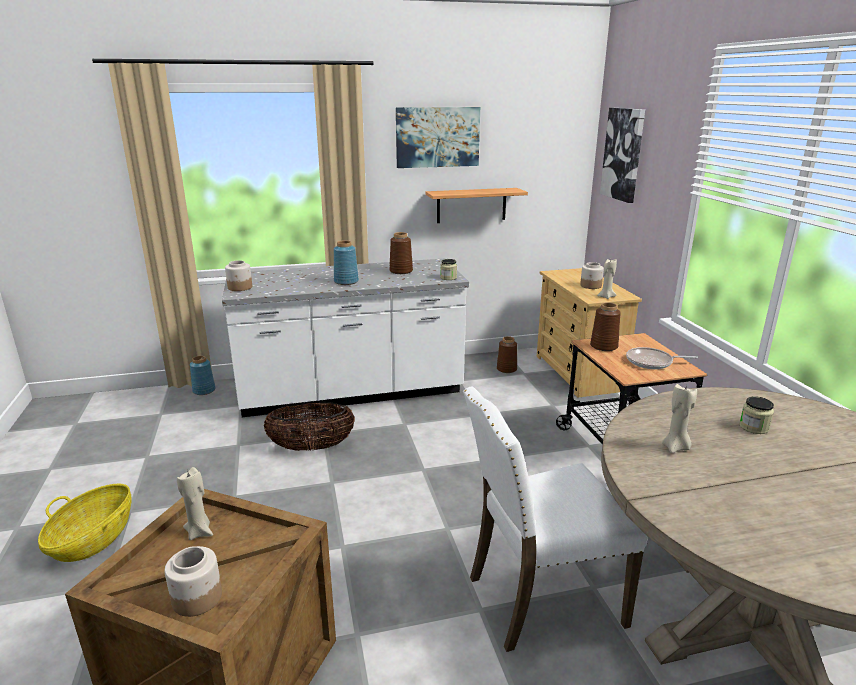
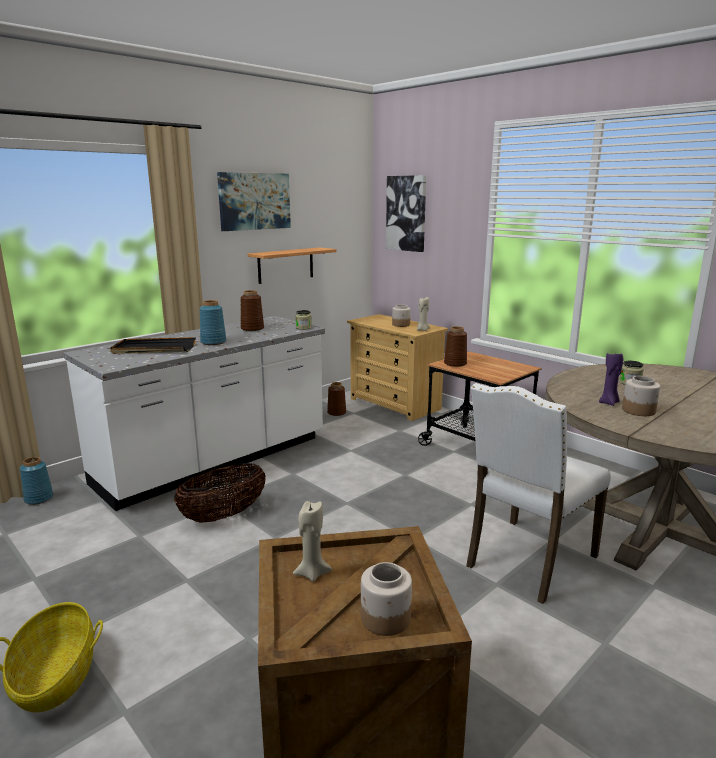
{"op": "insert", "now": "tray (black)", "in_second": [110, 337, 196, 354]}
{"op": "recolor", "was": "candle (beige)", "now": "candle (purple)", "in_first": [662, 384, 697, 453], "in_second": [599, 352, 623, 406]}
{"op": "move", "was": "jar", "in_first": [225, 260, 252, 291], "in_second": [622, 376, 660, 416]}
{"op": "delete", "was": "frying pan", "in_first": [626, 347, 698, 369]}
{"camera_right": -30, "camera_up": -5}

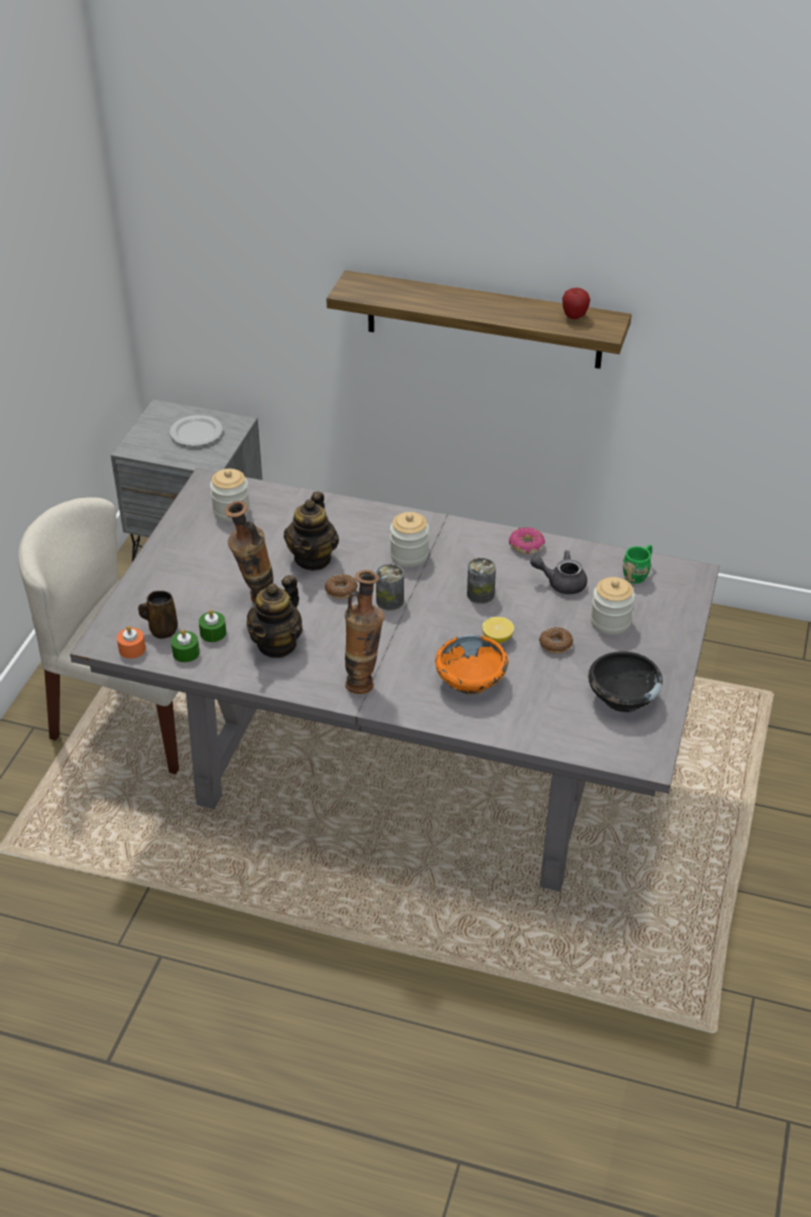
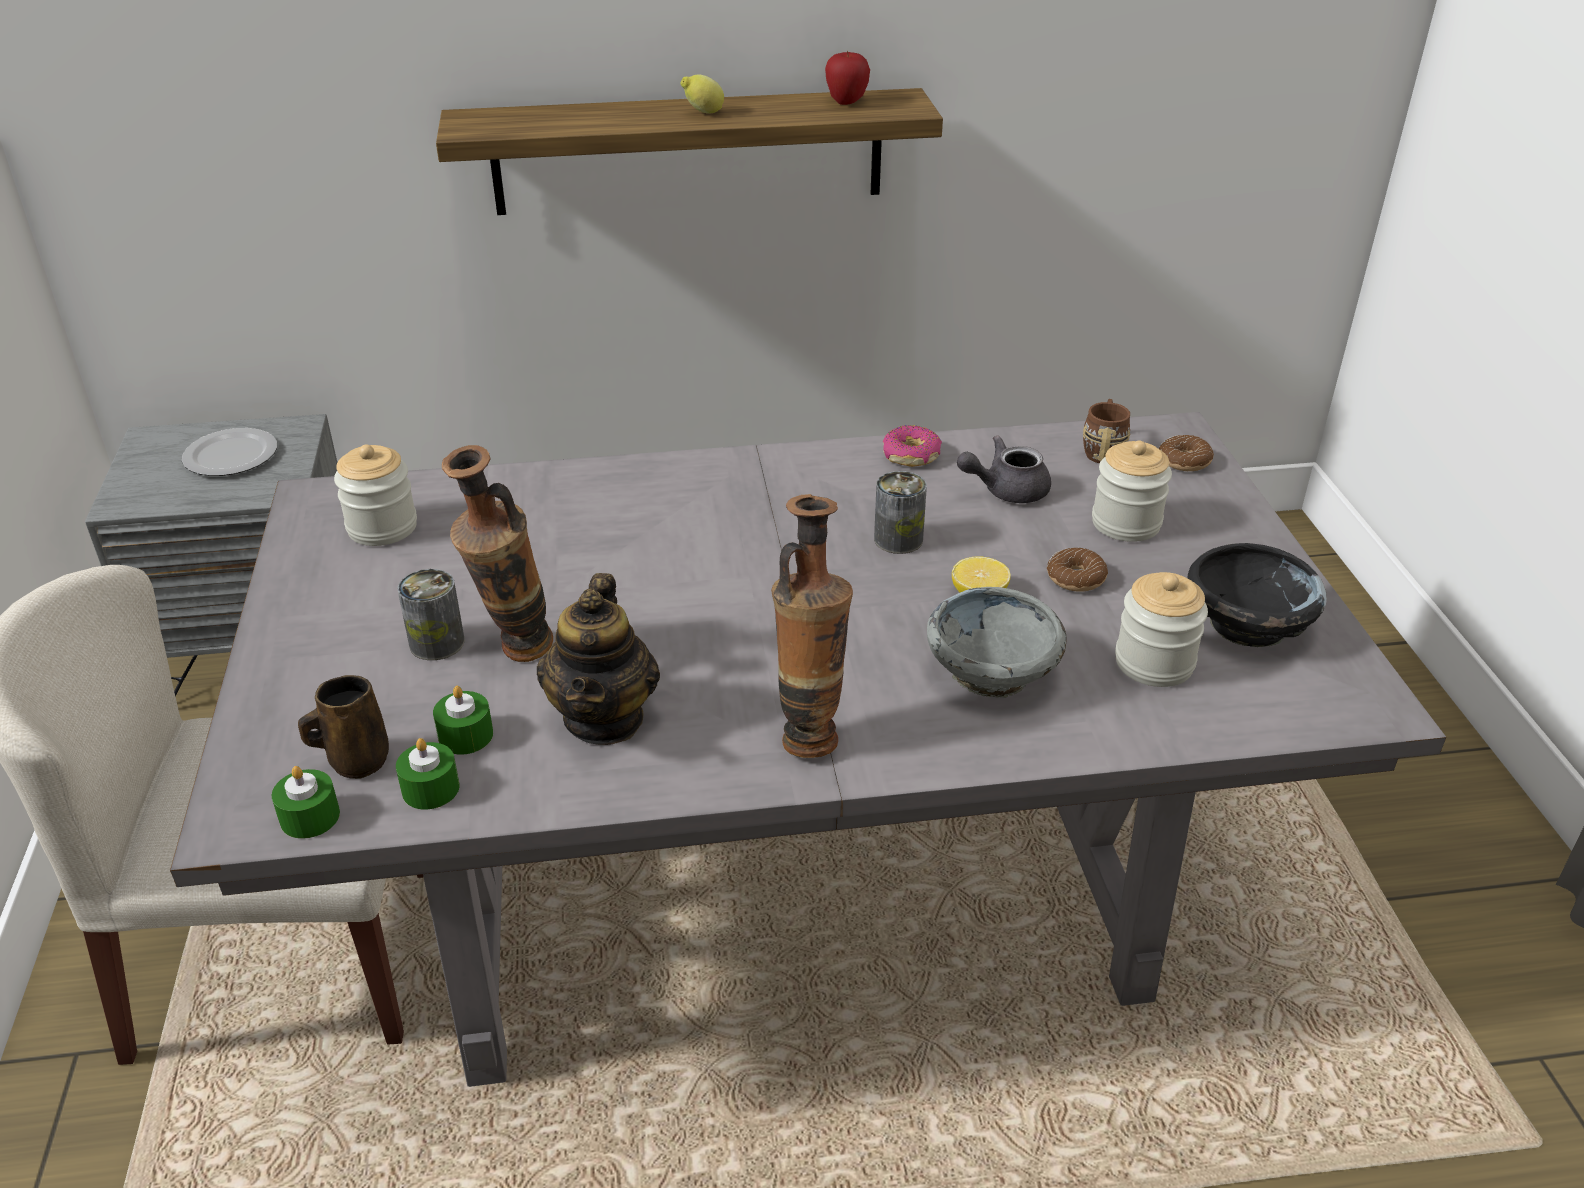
{"op": "recolor", "was": "candle (orange)", "now": "candle (green)", "in_first": [117, 626, 146, 659], "in_second": [272, 766, 340, 839]}
{"op": "move", "was": "can", "in_first": [376, 564, 404, 611], "in_second": [397, 569, 465, 660]}
{"op": "insert", "now": "lemon", "in_second": [681, 74, 724, 114]}
{"op": "recolor", "was": "bowl (orange)", "now": "bowl (grey)", "in_first": [435, 635, 508, 695], "in_second": [927, 587, 1067, 698]}
{"op": "recolor", "was": "mug (green)", "now": "mug (brown)", "in_first": [623, 545, 652, 584], "in_second": [1083, 399, 1130, 463]}
{"op": "move", "was": "jar", "in_first": [390, 512, 429, 567], "in_second": [1115, 572, 1208, 687]}
{"op": "move", "was": "donut", "in_first": [325, 574, 358, 599], "in_second": [1159, 435, 1214, 471]}
{"op": "delete", "was": "teapot", "in_first": [284, 491, 339, 571]}
{"camera_right": -25, "camera_up": -5}

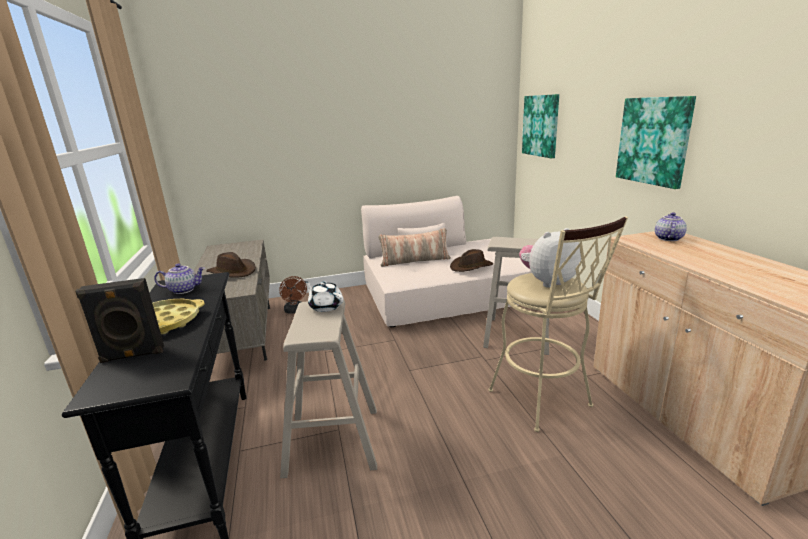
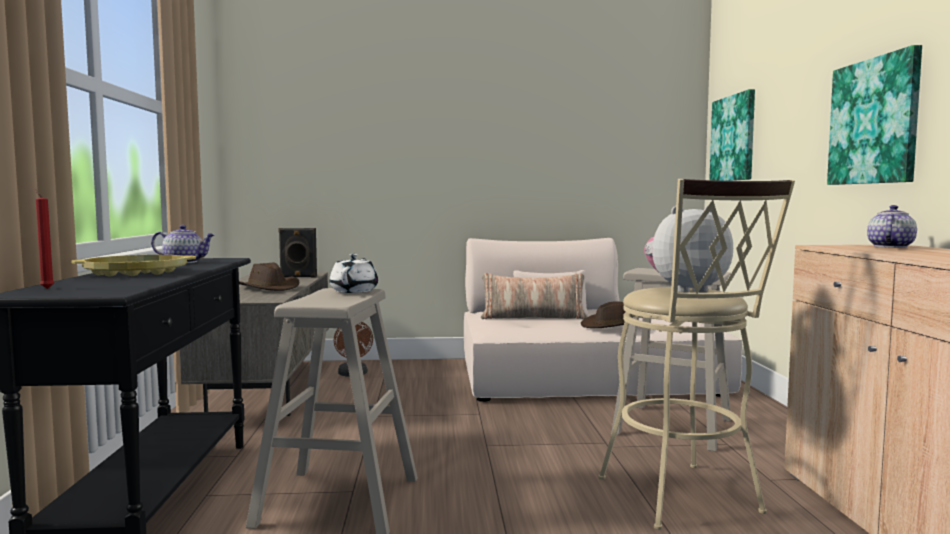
{"op": "insert", "now": "candle (red)", "in_second": [34, 189, 54, 289]}
{"op": "move", "was": "speaker (black)", "in_first": [75, 278, 164, 363], "in_second": [278, 228, 317, 278]}
{"op": "rotate", "was": "teapot (white)", "in_first": [305, 281, 344, 312], "in_second": [329, 254, 378, 293], "clockwise": 45}
{"camera_right": 10, "camera_up": -15}

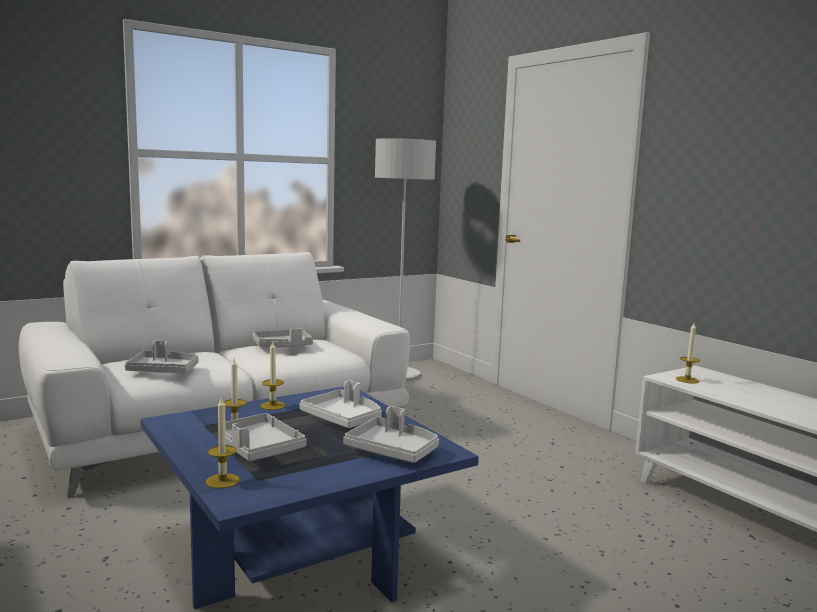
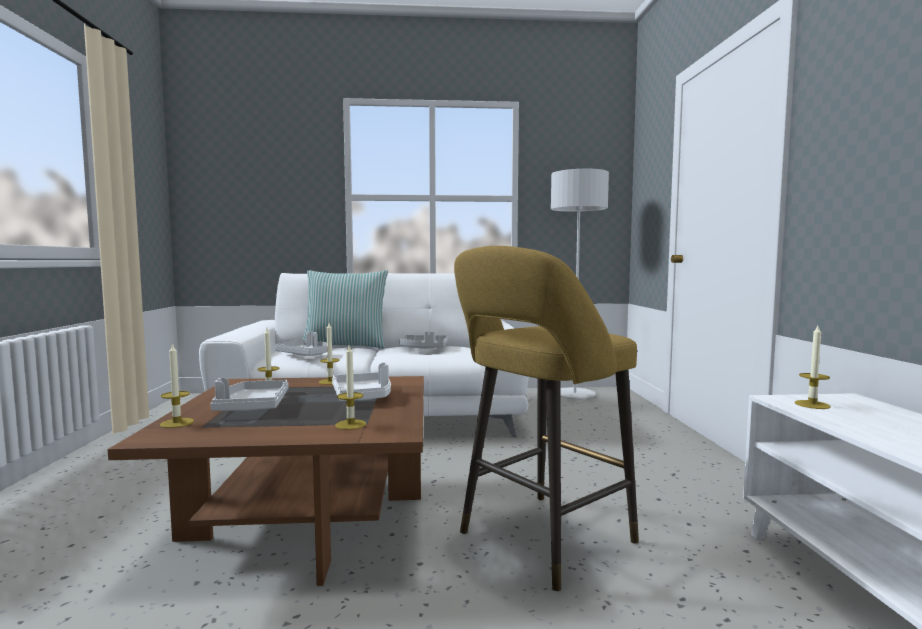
{"op": "recolor", "was": "coffee table (blue)", "now": "coffee table (brown)", "in_first": [140, 386, 479, 609], "in_second": [108, 376, 424, 586]}
{"op": "insert", "now": "pillow", "in_second": [302, 270, 388, 348]}
{"op": "replace", "was": "tray (grey)", "now": "candle", "in_first": [343, 406, 439, 463], "in_second": [335, 345, 366, 430]}
{"op": "insert", "now": "stool (yellow)", "in_second": [454, 246, 639, 591]}
{"camera_right": 30, "camera_up": -5}

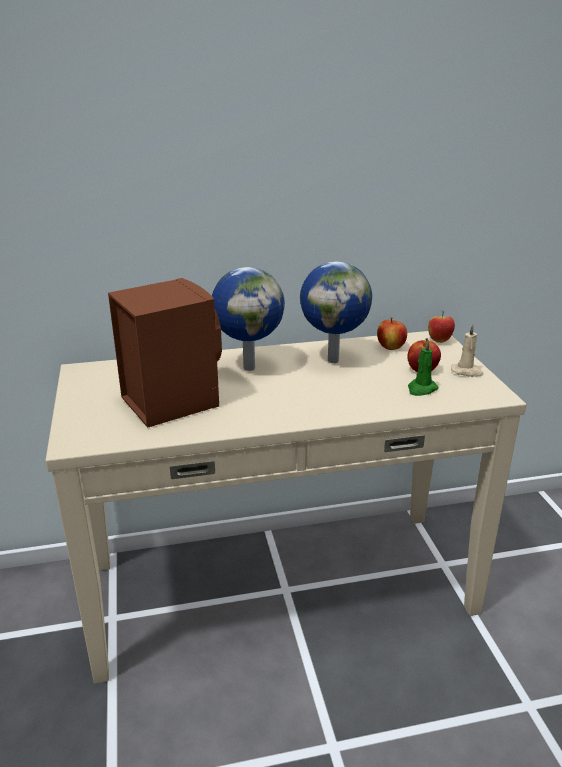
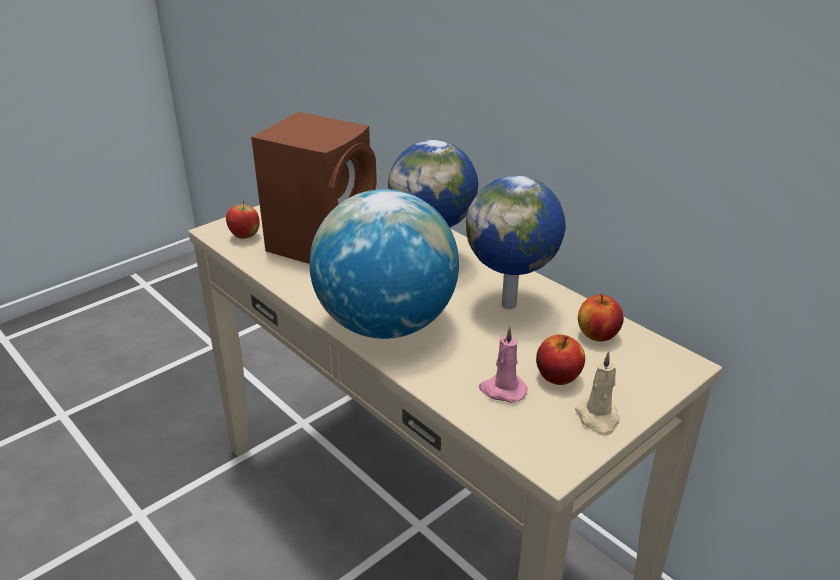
{"op": "move", "was": "apple", "in_first": [428, 311, 455, 343], "in_second": [226, 201, 260, 239]}
{"op": "insert", "now": "globe", "in_second": [309, 189, 459, 339]}
{"op": "recolor", "was": "candle (green)", "now": "candle (pink)", "in_first": [408, 340, 438, 396], "in_second": [479, 326, 528, 403]}
{"camera_right": 60, "camera_up": 5}

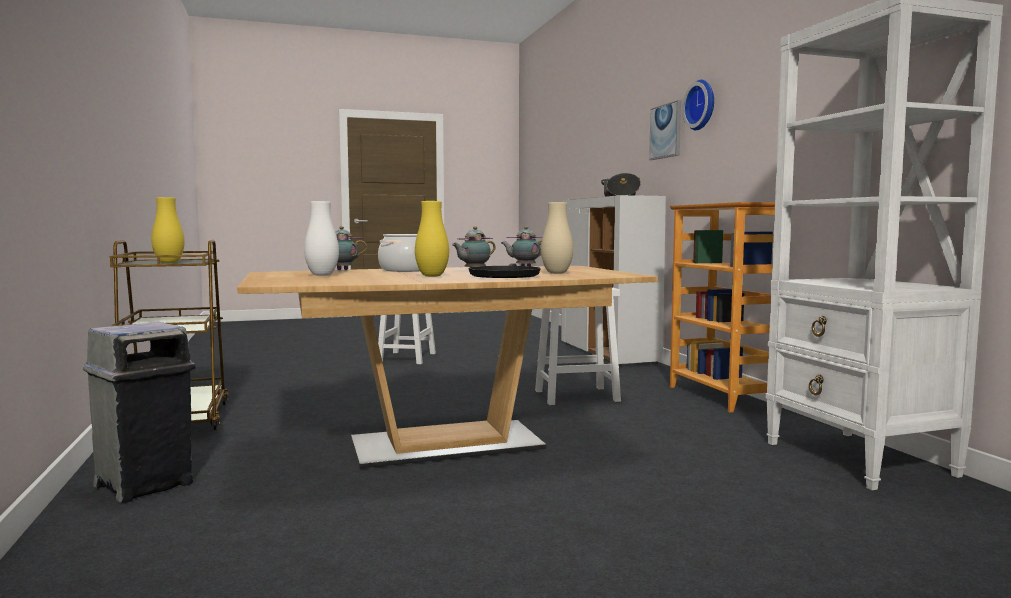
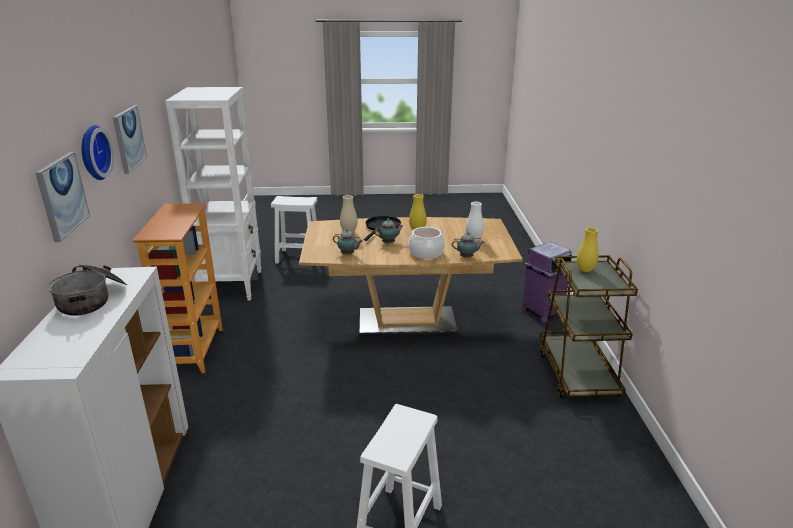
{"op": "insert", "now": "picture", "in_second": [112, 106, 147, 174]}
{"op": "move", "was": "stool (white)", "in_first": [535, 287, 621, 405], "in_second": [271, 196, 317, 263]}
{"op": "recolor", "was": "trash can (grey)", "now": "trash can (purple)", "in_first": [83, 322, 196, 503], "in_second": [522, 242, 572, 322]}
{"camera_right": -165, "camera_up": 20}

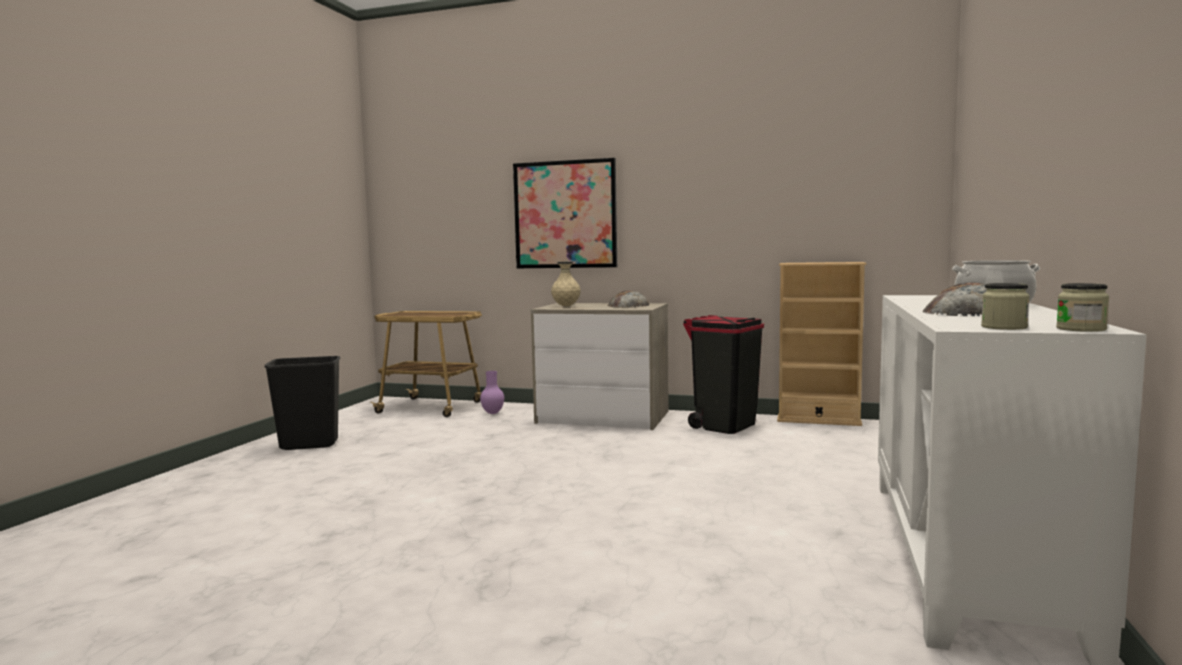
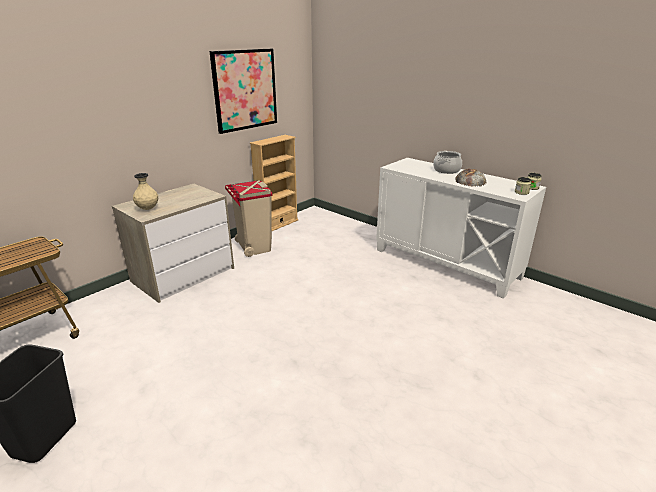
{"op": "move", "was": "picture", "in_first": [513, 158, 617, 268], "in_second": [209, 49, 277, 134]}
{"op": "recolor", "was": "trash can (black)", "now": "trash can (beige)", "in_first": [683, 315, 764, 434], "in_second": [225, 180, 272, 257]}
{"op": "delete", "was": "vase (purple)", "in_first": [480, 371, 504, 414]}
{"op": "delete", "was": "bread", "in_first": [608, 291, 650, 308]}
{"camera_right": -65, "camera_up": 20}

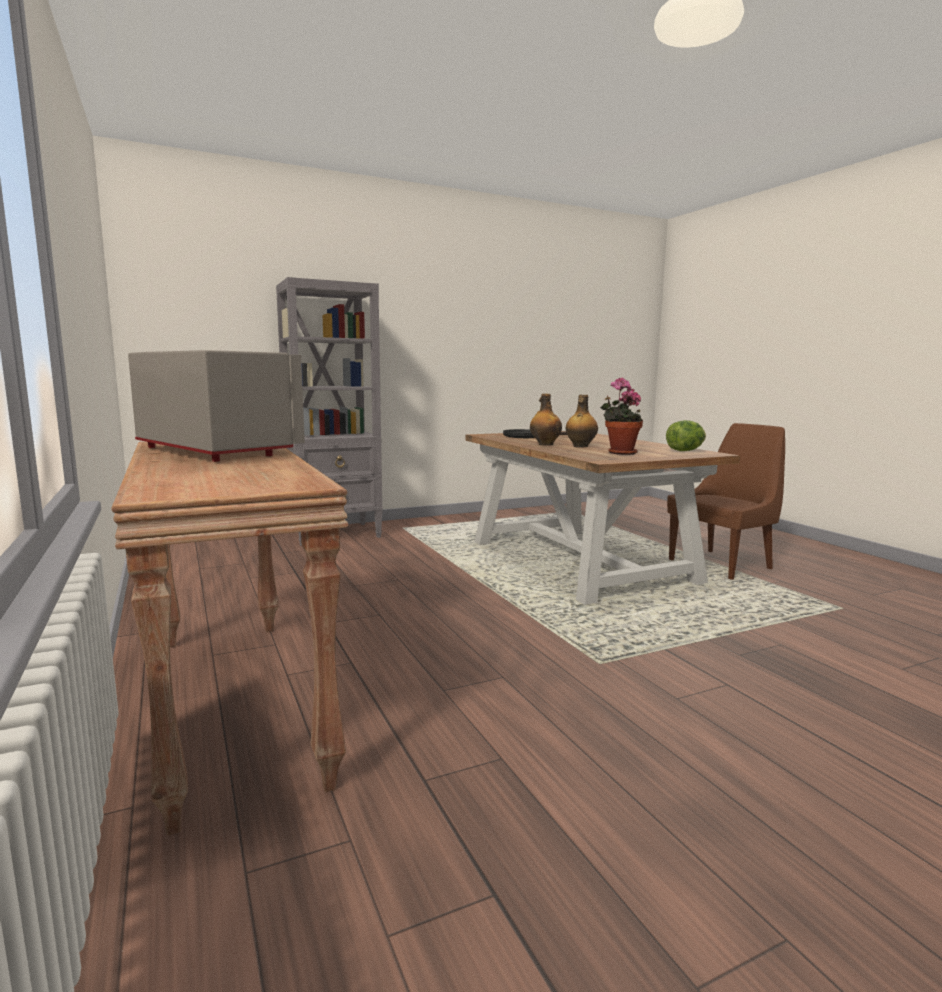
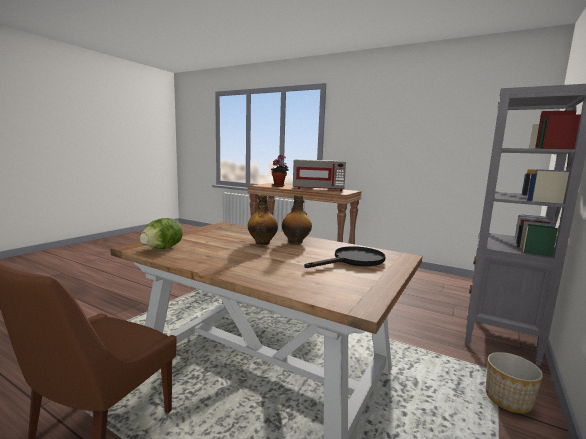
{"op": "move", "was": "potted plant", "in_first": [600, 378, 643, 455], "in_second": [271, 154, 289, 187]}
{"op": "insert", "now": "planter", "in_second": [486, 352, 543, 413]}
{"camera_right": 145, "camera_up": 0}

